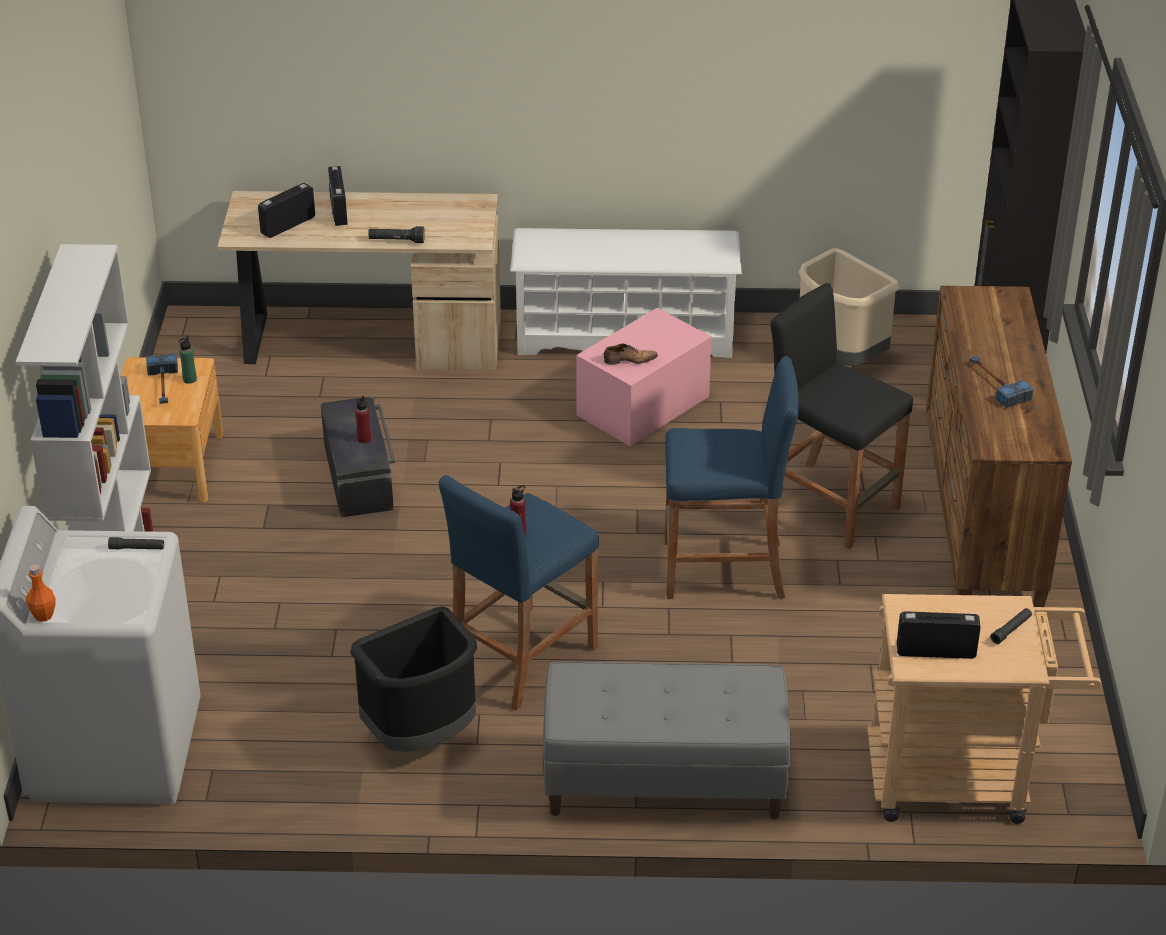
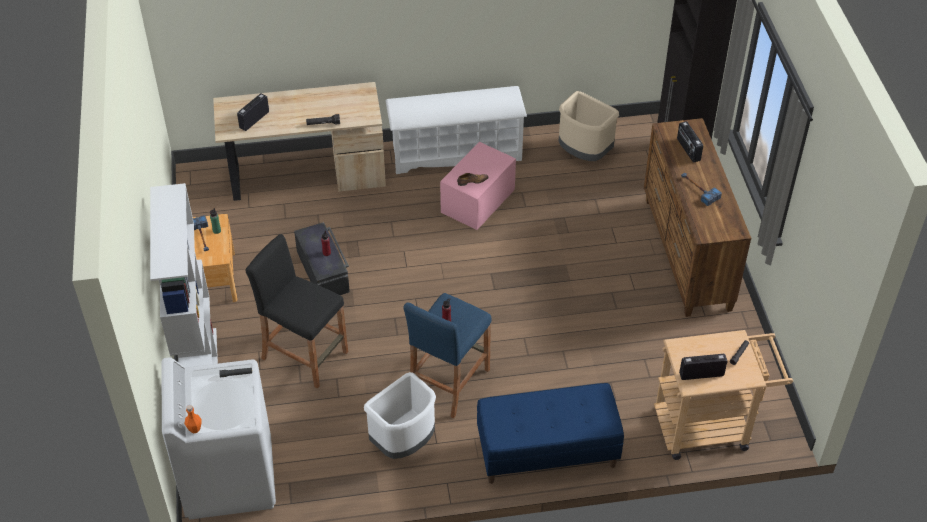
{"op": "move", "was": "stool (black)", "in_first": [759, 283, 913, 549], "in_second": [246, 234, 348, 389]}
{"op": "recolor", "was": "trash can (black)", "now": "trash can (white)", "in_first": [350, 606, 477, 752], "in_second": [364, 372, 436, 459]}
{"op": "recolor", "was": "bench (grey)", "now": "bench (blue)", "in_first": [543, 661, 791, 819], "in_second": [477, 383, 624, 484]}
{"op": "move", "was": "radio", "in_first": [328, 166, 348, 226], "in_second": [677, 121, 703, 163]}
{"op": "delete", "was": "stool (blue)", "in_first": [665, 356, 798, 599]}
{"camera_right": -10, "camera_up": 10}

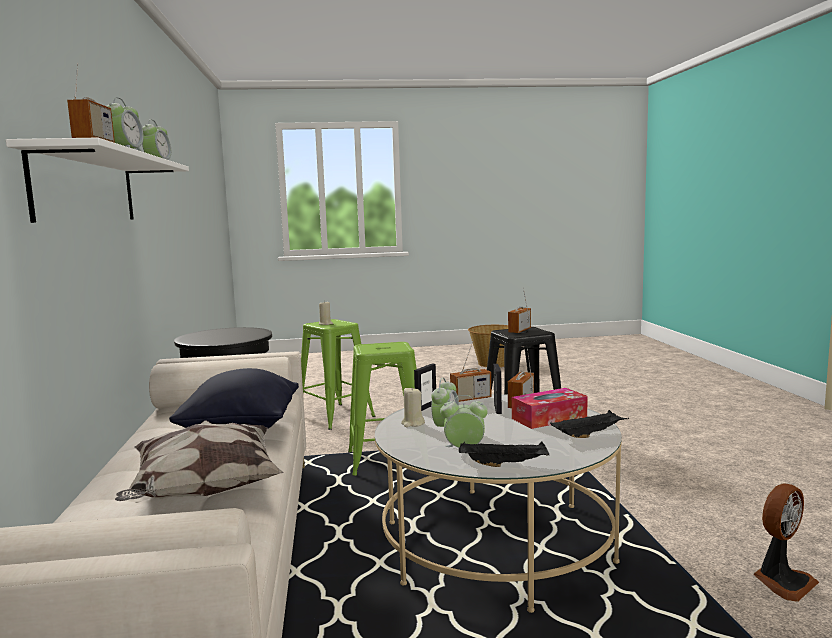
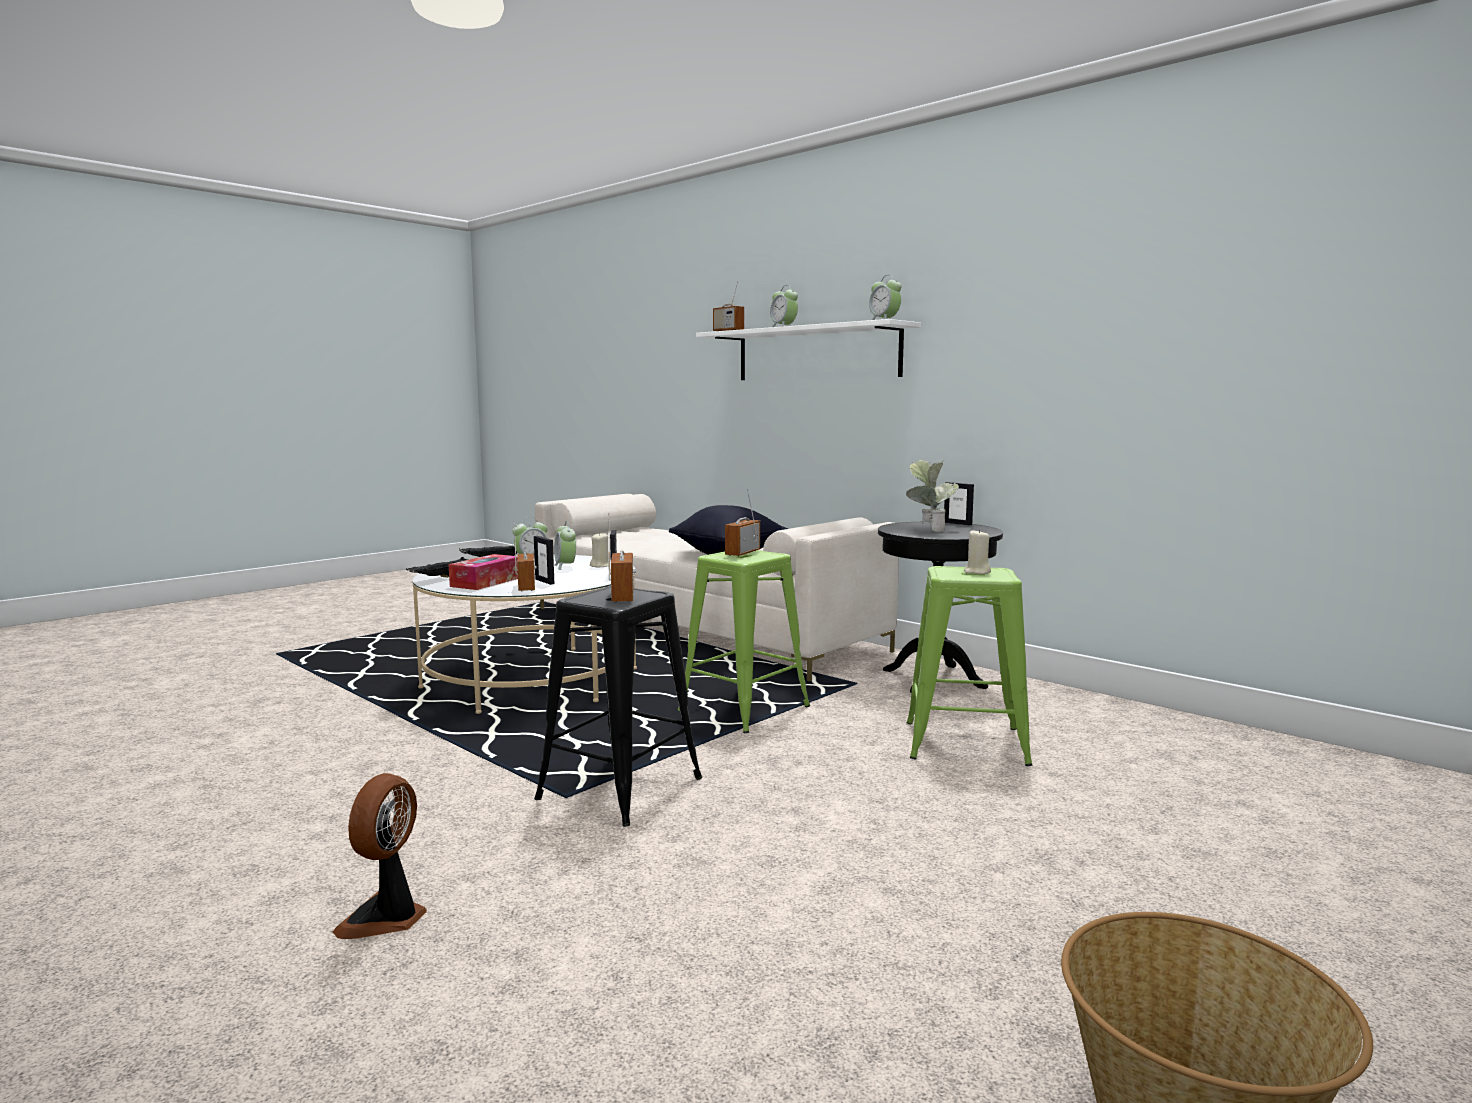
{"op": "move", "was": "fan", "in_first": [753, 483, 819, 602], "in_second": [333, 773, 427, 939]}
{"op": "move", "was": "radio", "in_first": [450, 341, 491, 402], "in_second": [725, 489, 760, 557]}
{"op": "insert", "now": "potted plant", "in_second": [906, 459, 959, 532]}
{"op": "insert", "now": "picture frame", "in_second": [944, 482, 974, 526]}
{"op": "delete", "was": "pillow", "in_first": [115, 420, 283, 501]}
{"camera_right": 140, "camera_up": 0}

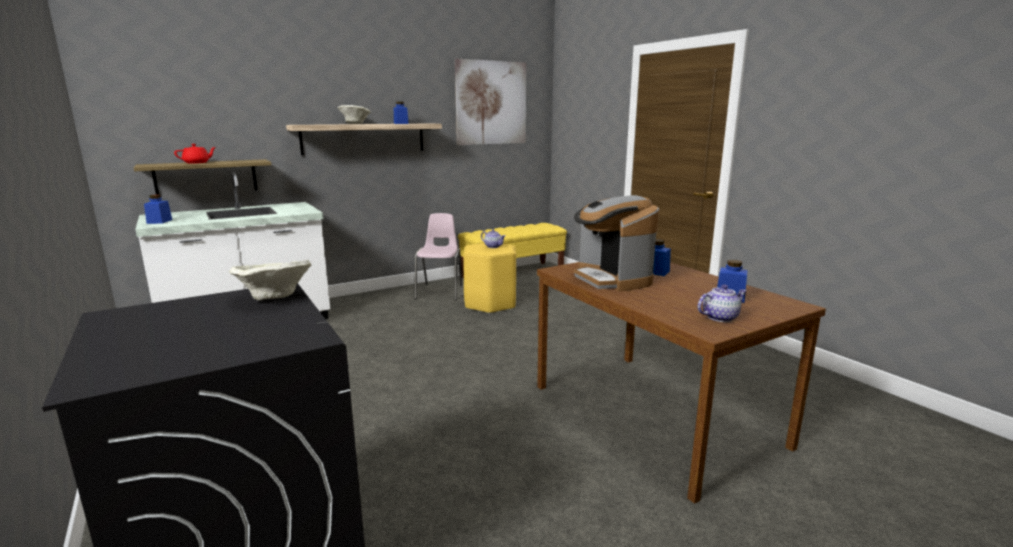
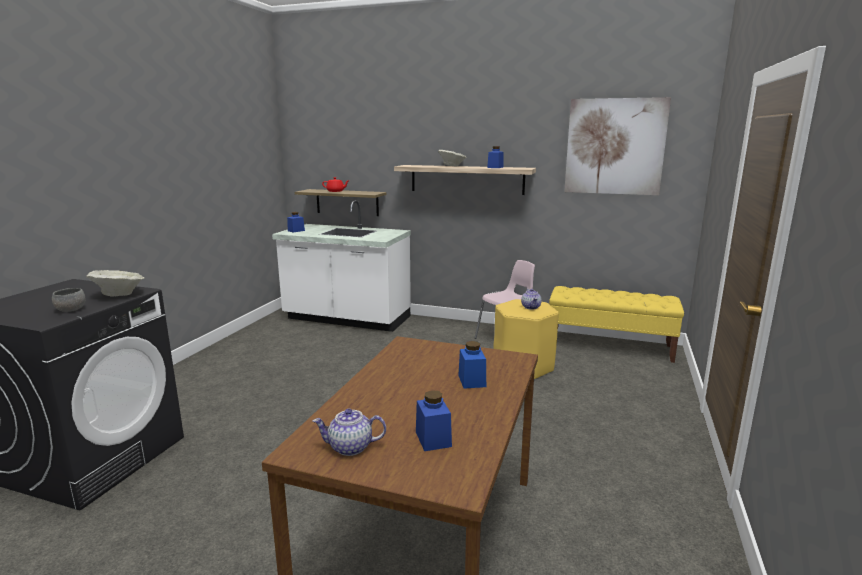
{"op": "insert", "now": "bowl (grey)", "in_second": [52, 288, 85, 312]}
{"op": "rotate", "was": "teapot", "in_first": [697, 284, 746, 322], "in_second": [313, 408, 386, 456], "clockwise": 150}
{"op": "delete", "was": "coffee machine", "in_first": [574, 195, 659, 291]}
{"camera_right": 50, "camera_up": 0}

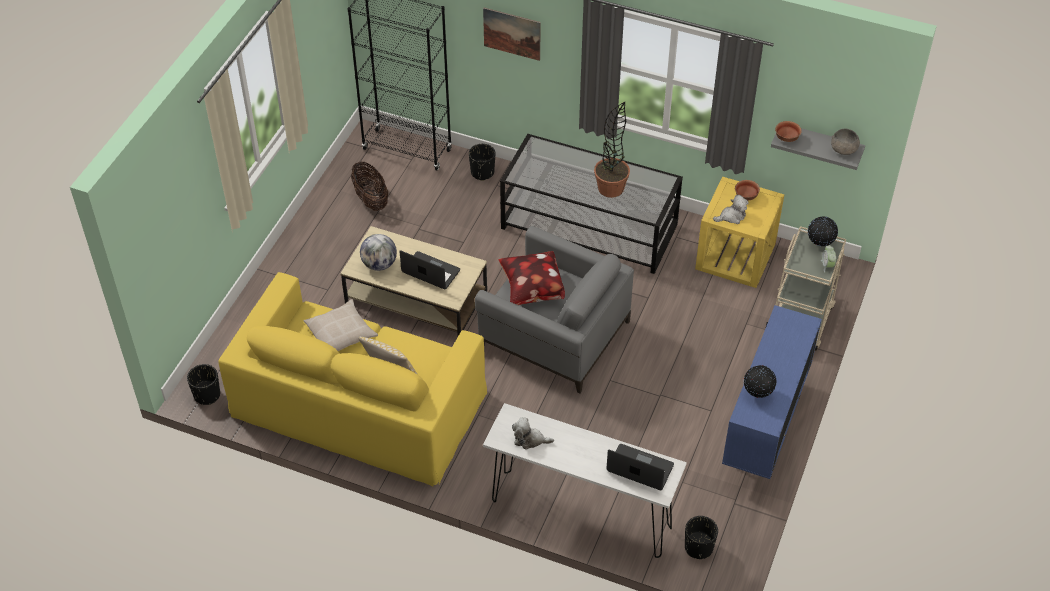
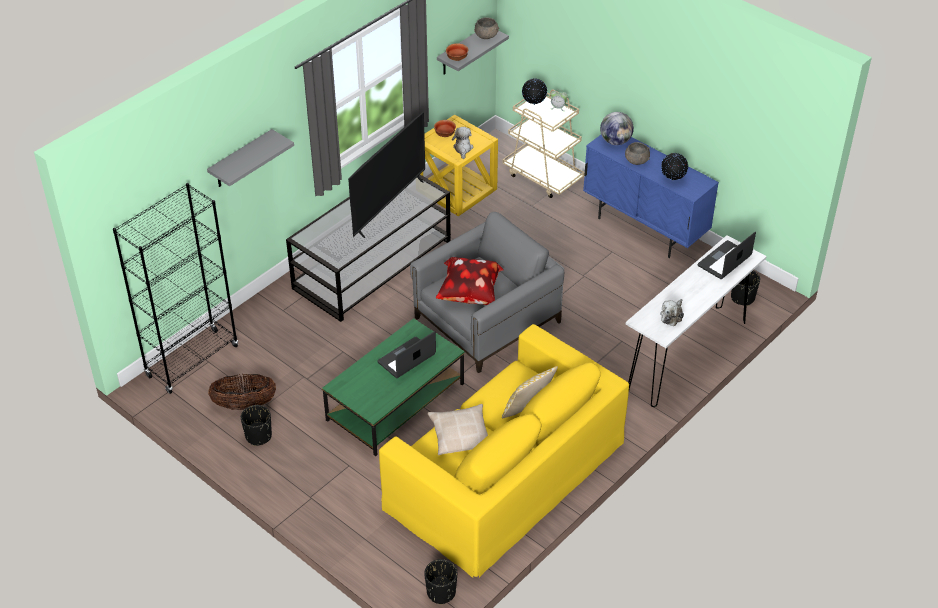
{"op": "replace", "was": "picture", "now": "shelf (grey)", "in_first": [483, 8, 541, 61], "in_second": [207, 129, 294, 187]}
{"op": "move", "was": "planter (black)", "in_first": [469, 144, 495, 181], "in_second": [241, 405, 272, 446]}
{"op": "recolor", "was": "coffee table (beige)", "now": "coffee table (green)", "in_first": [340, 226, 487, 336], "in_second": [322, 318, 465, 456]}
{"op": "replace", "was": "potted plant", "now": "television", "in_first": [594, 102, 630, 198], "in_second": [348, 112, 425, 238]}
{"op": "move", "was": "globe", "in_first": [360, 234, 397, 271], "in_second": [600, 112, 634, 145]}
{"op": "insert", "now": "bowl (grey)", "in_second": [625, 142, 650, 165]}
{"camera_right": -70, "camera_up": -5}

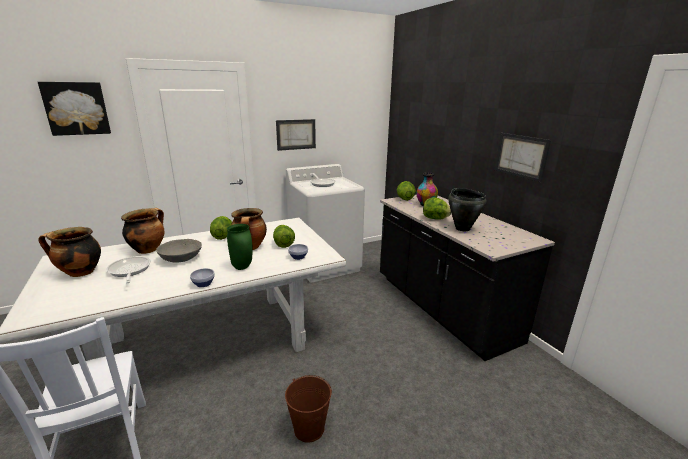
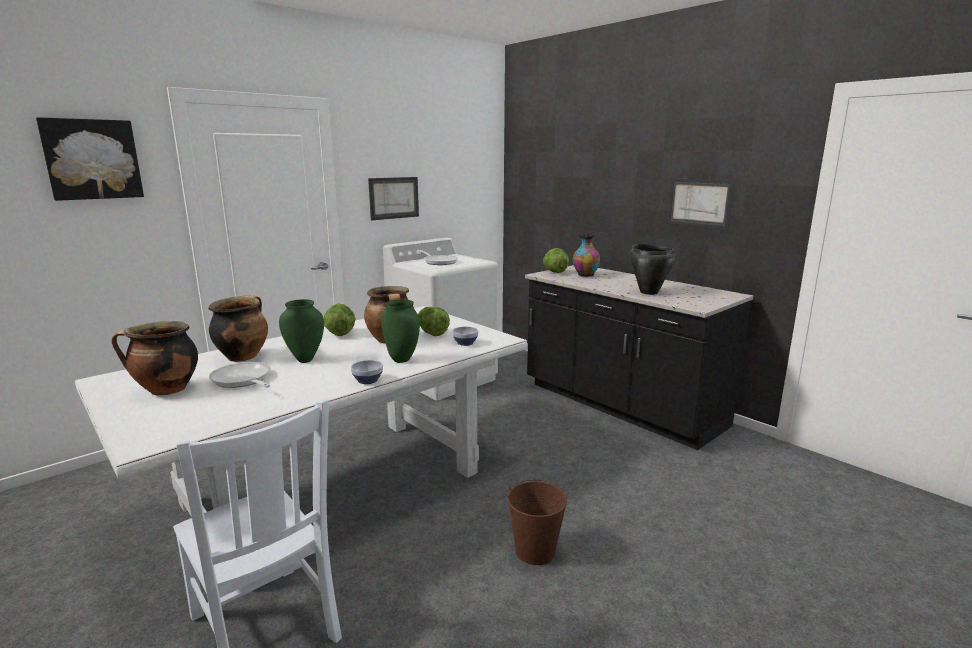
{"op": "replace", "was": "bowl (grey)", "now": "vase (green)", "in_first": [156, 239, 202, 263], "in_second": [279, 299, 324, 363]}
{"op": "delete", "was": "lettuce", "in_first": [423, 197, 451, 220]}
{"camera_right": -15, "camera_up": -5}

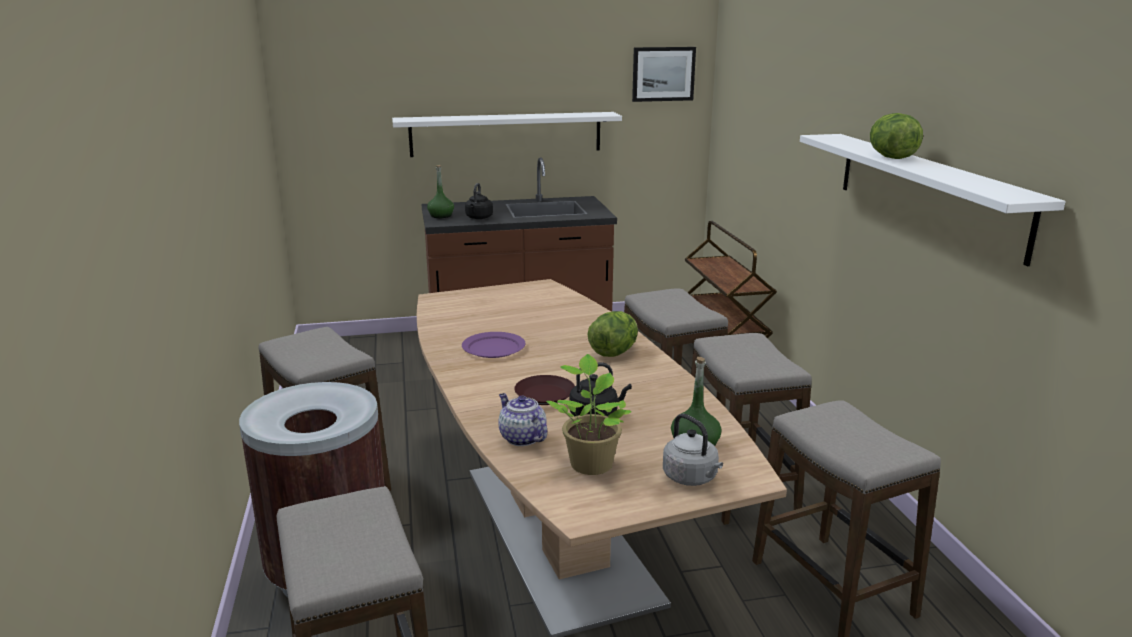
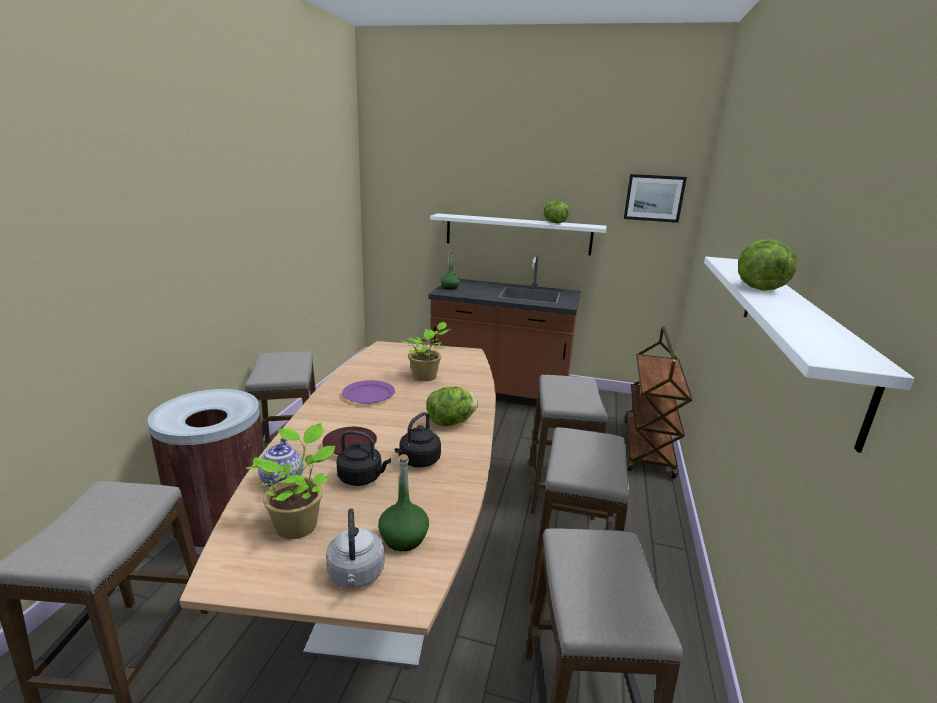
{"op": "move", "was": "kettle (black)", "in_first": [465, 183, 493, 219], "in_second": [395, 412, 441, 468]}
{"op": "insert", "now": "potted plant", "in_second": [400, 322, 451, 381]}
{"op": "insert", "now": "lettuce", "in_second": [543, 200, 569, 224]}
{"camera_right": 25, "camera_up": 0}

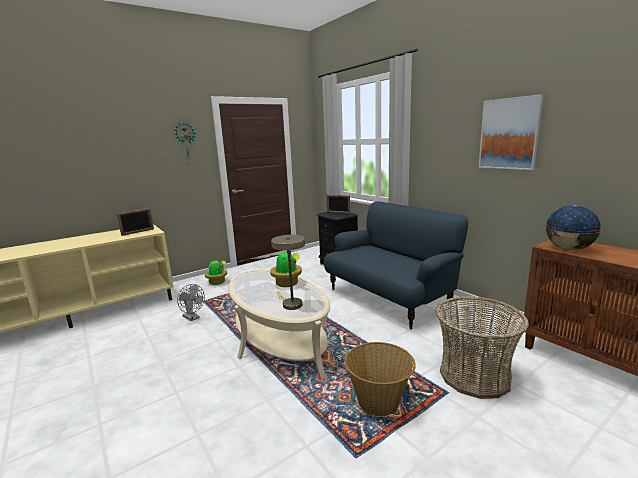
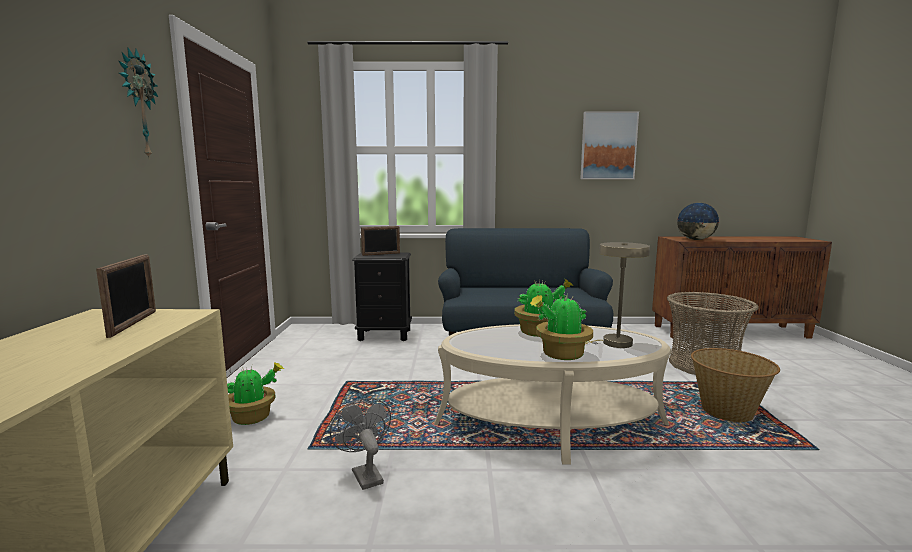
{"op": "rotate", "was": "fan (grey)", "in_first": [177, 284, 205, 321], "in_second": [330, 398, 391, 490], "clockwise": -105}
{"op": "insert", "now": "potted plant", "in_second": [530, 293, 593, 360]}
{"camera_right": -55, "camera_up": -5}

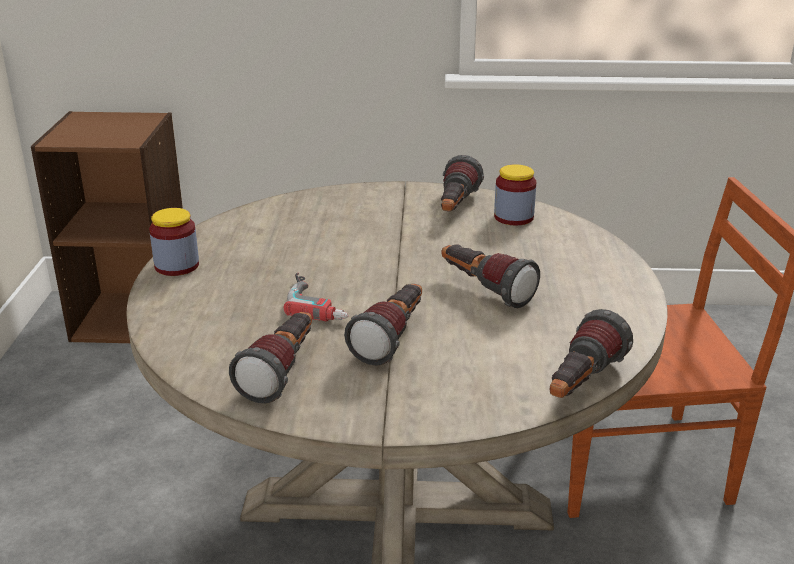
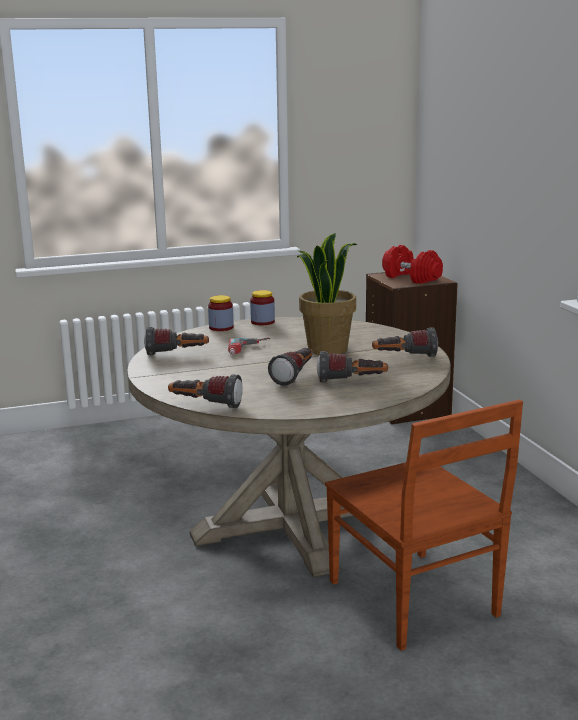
{"op": "move", "was": "jar", "in_first": [494, 164, 536, 225], "in_second": [208, 295, 234, 331]}
{"op": "insert", "now": "potted plant", "in_second": [297, 233, 357, 355]}
{"op": "move", "was": "flashlight", "in_first": [344, 284, 422, 366], "in_second": [317, 351, 388, 383]}
{"op": "insert", "now": "dumbbell (red)", "in_second": [382, 245, 443, 284]}
{"camera_right": 70, "camera_up": -10}

